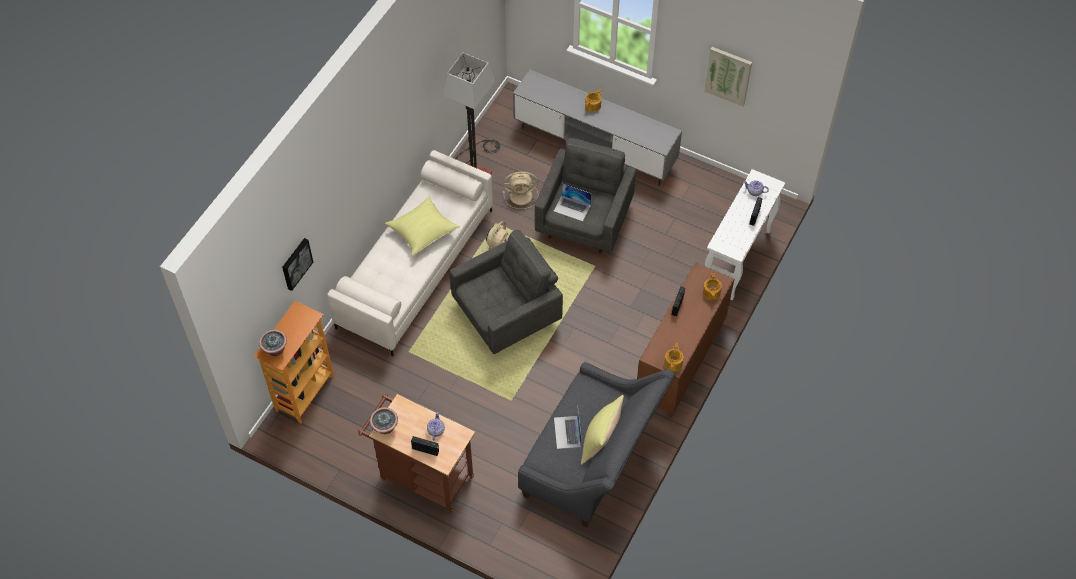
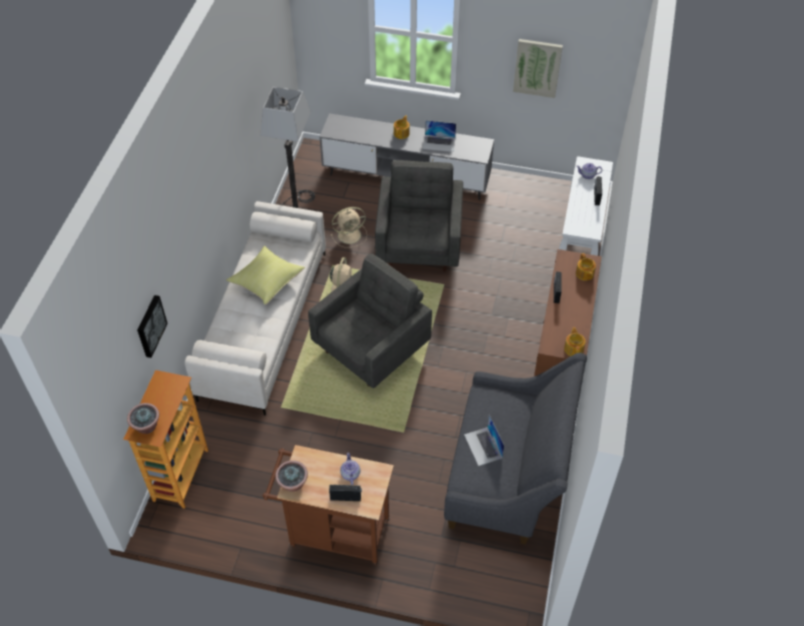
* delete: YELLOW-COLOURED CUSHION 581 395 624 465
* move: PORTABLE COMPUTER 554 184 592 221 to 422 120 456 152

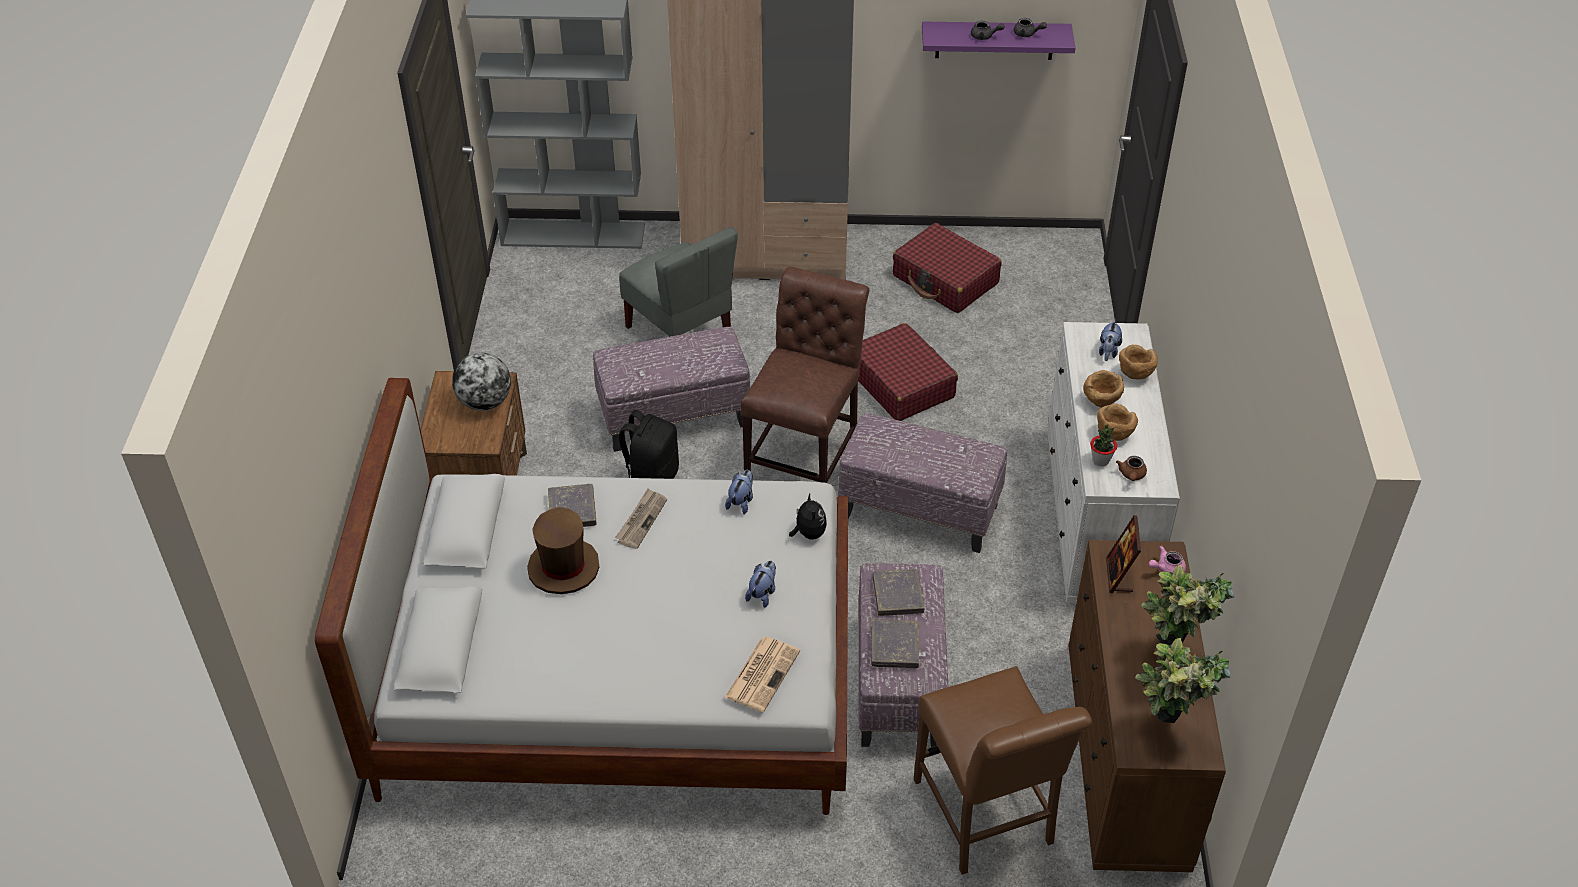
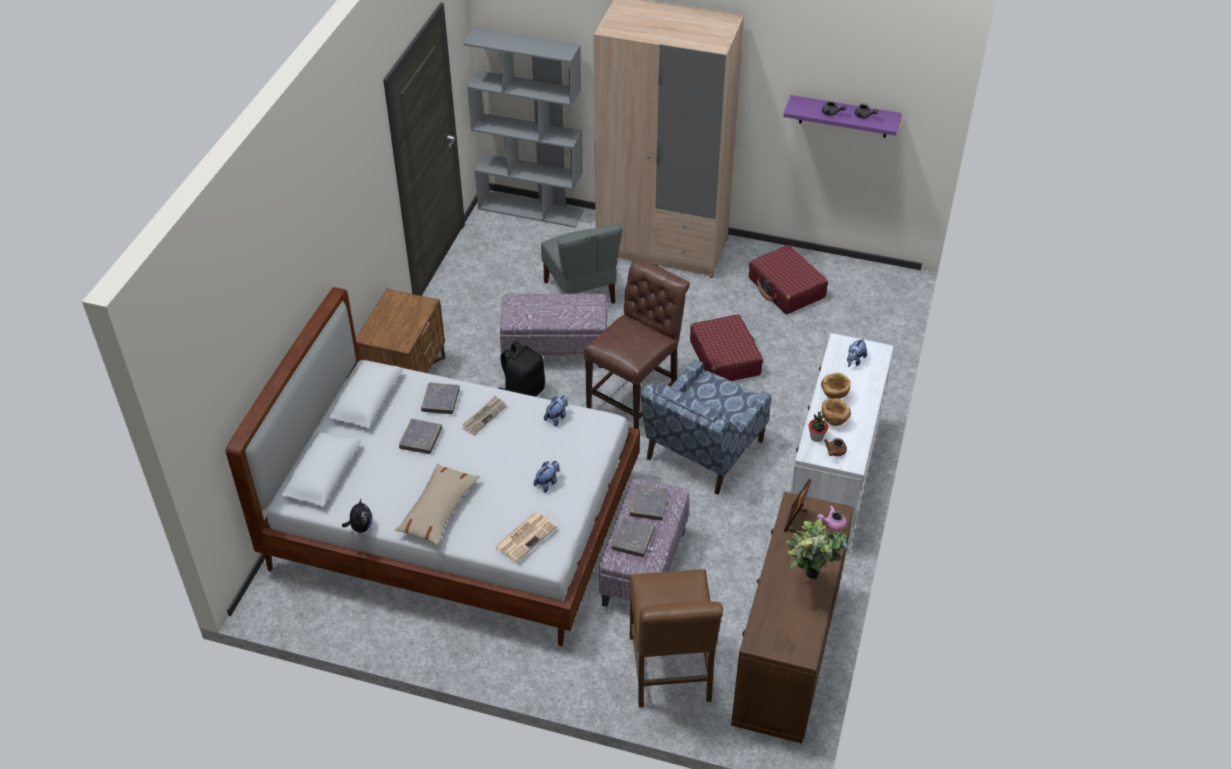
* delete: GLOBE 452 353 511 411
* delete: BROWN BOWL 1119 345 1158 380
* delete: HOUSEPLANT 1135 638 1231 723
* insert: BEIGE CUSHION 395 463 480 545
* move: PLUSH TOY 789 494 827 540 to 342 498 372 533
* replace: BROWN HAT 527 507 599 594 to GRAY BOUND BOOK 399 419 442 454
* replace: OTTOMAN 838 413 1007 553 to BLUISH LOUNGE CHAIR 641 359 771 495

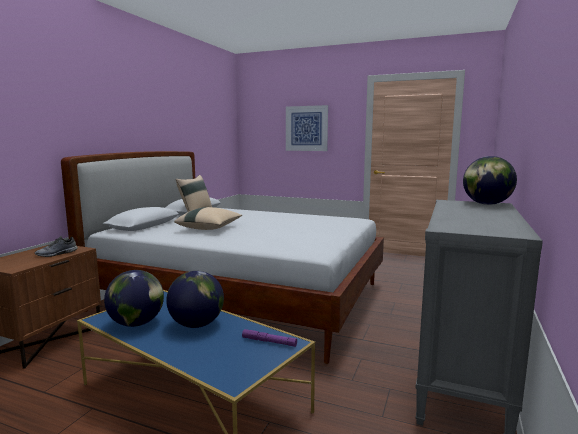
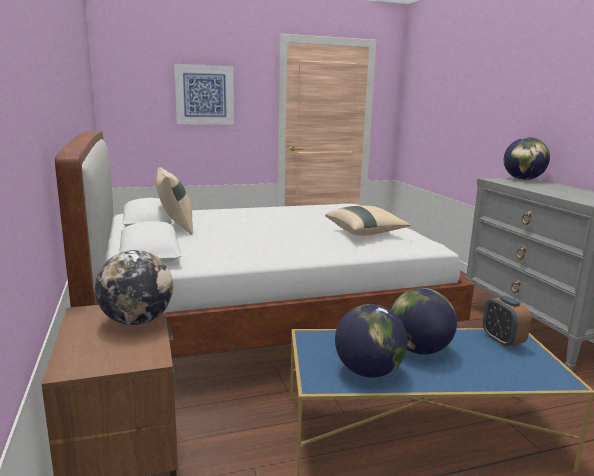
* move: BEIGE CUSHION 174 207 242 230 to 325 206 410 236
* replace: GRAY LOW SHOE 35 236 78 257 to GLOBE 95 250 173 325
* replace: PURPLISH HAND TORCH 242 329 297 347 to BEDSIDE CLOCK 483 296 531 347

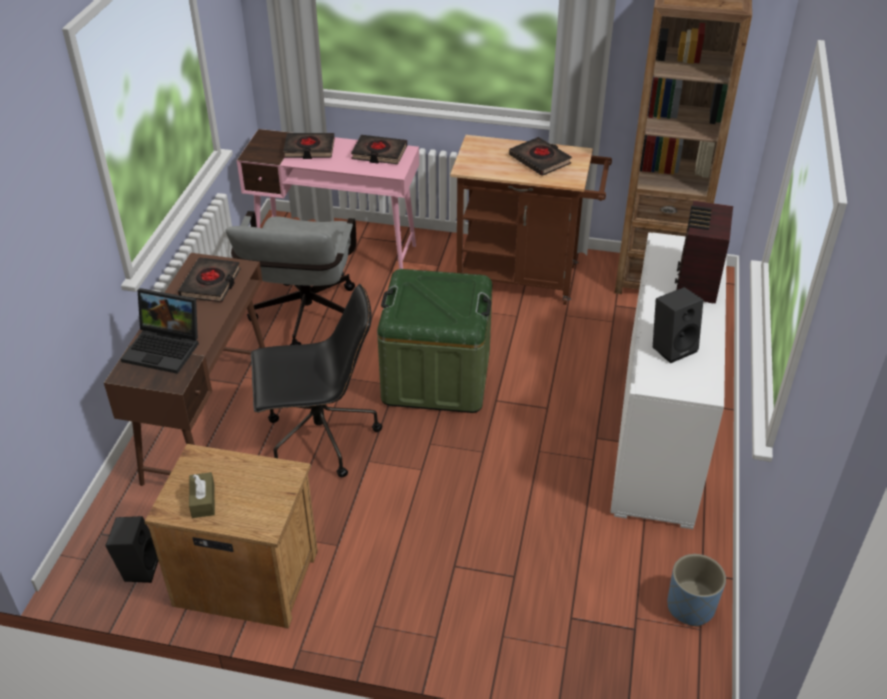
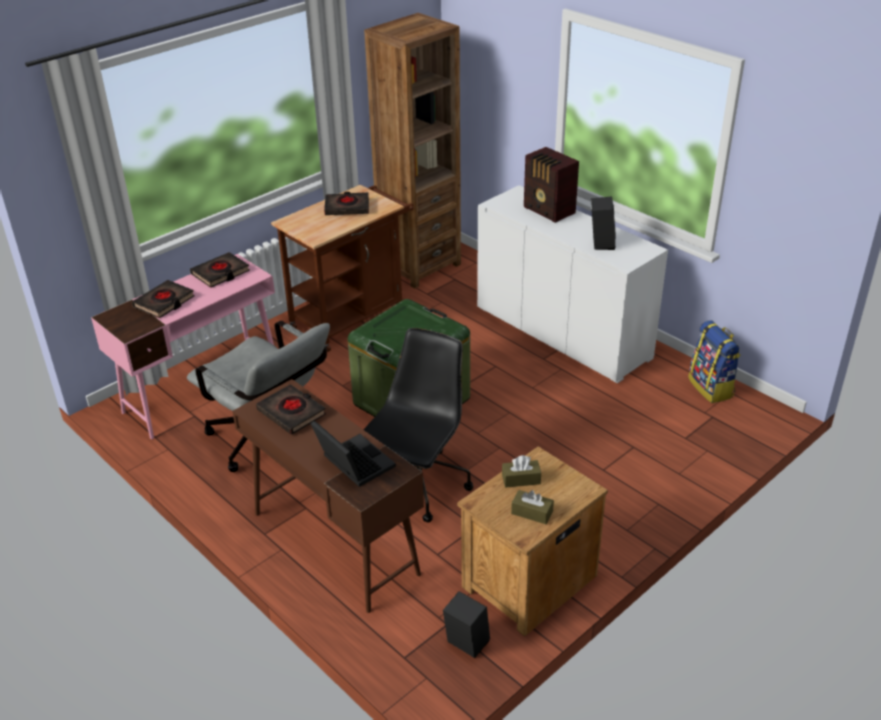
* insert: BROWN BOX OF TISSUES 502 455 541 488
* replace: BLUISH FLOWER POT 667 554 726 627 to RUCKSACK 688 320 740 403
* rotate: PORTABLE COMPUTER 121 288 199 374 = 311 420 396 487 90 degrees counterclockwise

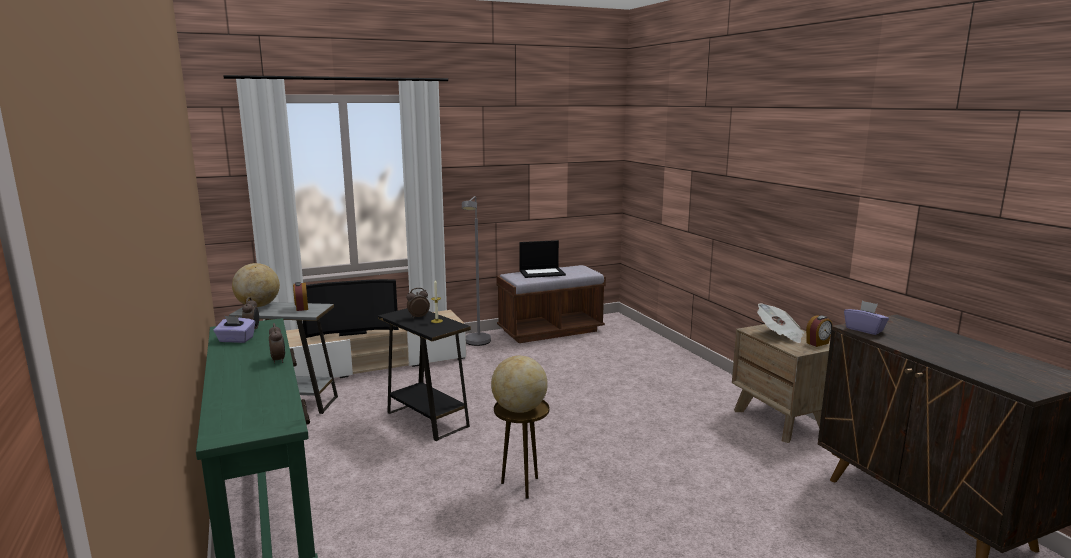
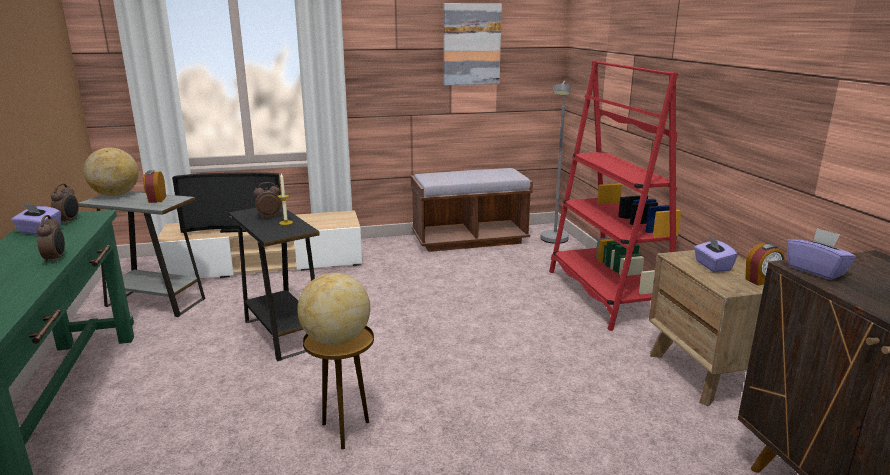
* delete: PORTABLE COMPUTER 519 240 566 278
* insert: WALL PICTURE 444 3 502 85
* insert: RED BOOKSHELF 549 60 681 331
* move: GRAY STANDING LAMP 462 196 491 346 to 540 81 571 244
* replace: NEWSPAPER 757 303 804 343 to PURPLISH BOX OF TISSUES 694 236 738 272

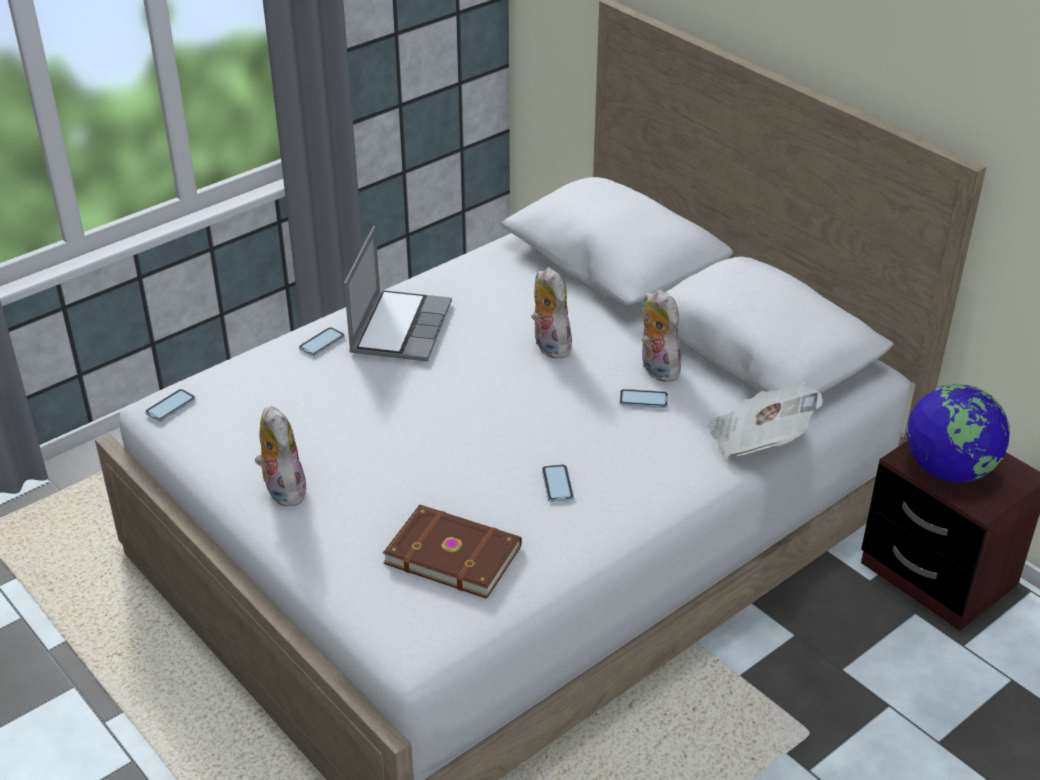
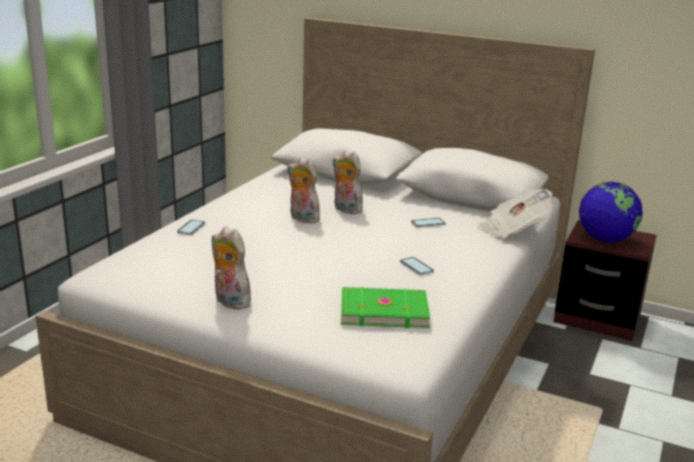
* delete: PHONE 145 389 195 422
* delete: PORTABLE COMPUTER 344 226 452 361
* move: PLUSH TOY 642 289 681 382 to 288 157 320 223
* recolor: BROWN BOUND BOOK 383 505 522 599 to GREEN-COLOURED BOUND BOOK 341 287 430 328

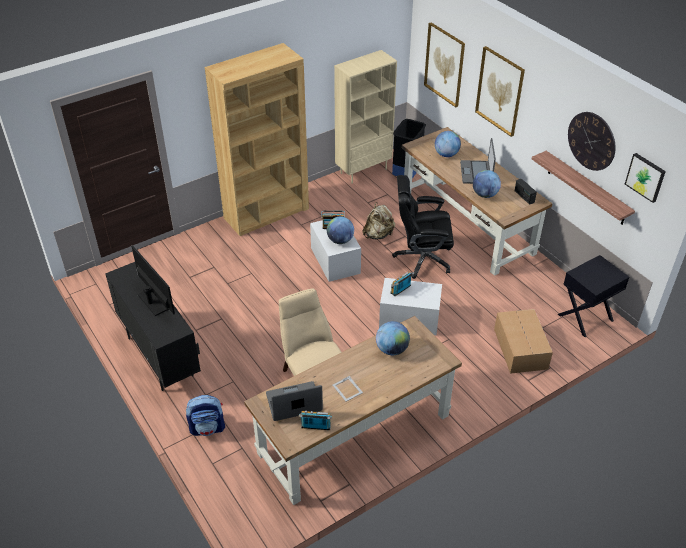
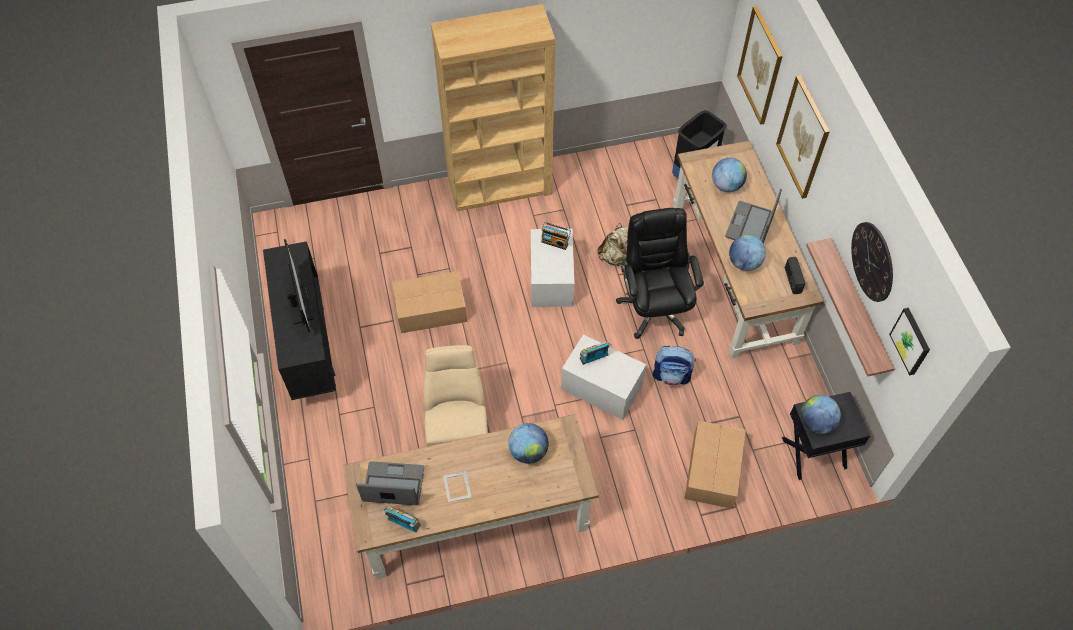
* delete: BEIGE BOOKSHELF 334 50 397 184
* insert: CARTON 392 271 467 333
* move: RUCKSACK 186 395 225 436 to 653 346 696 386
* move: GLOBE 327 217 354 244 to 801 395 841 434
* rotate: BLACK OFFICE CHAIR 392 175 454 279 = 616 208 704 339 60 degrees clockwise

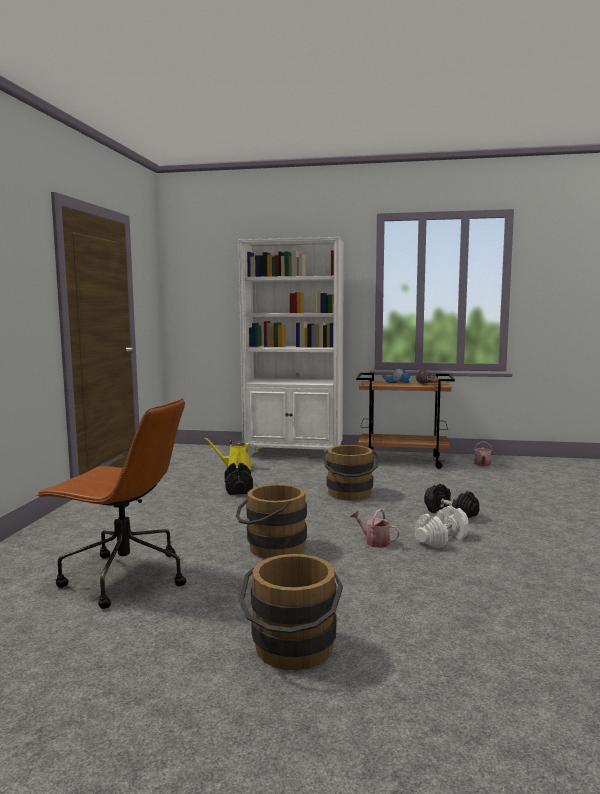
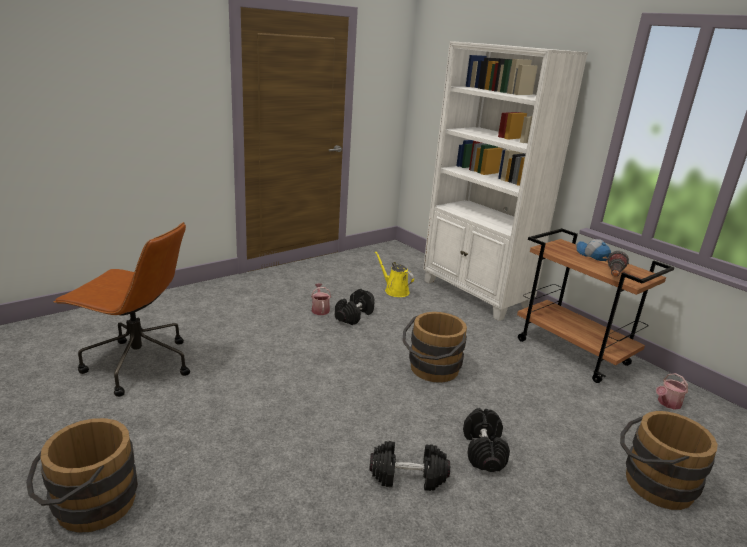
* move: BROWN WATER BUCKET 236 484 307 559 to 620 411 718 510
* move: WATERING CAN 350 509 400 548 to 311 283 331 315
* recolor: WHITE FREE WEIGHT 415 505 468 549 to BLACK FREE WEIGHT 369 441 450 491
* rotate: BROWN OFFICE CHAIR 36 398 186 609 = 53 222 190 397 45 degrees counterclockwise

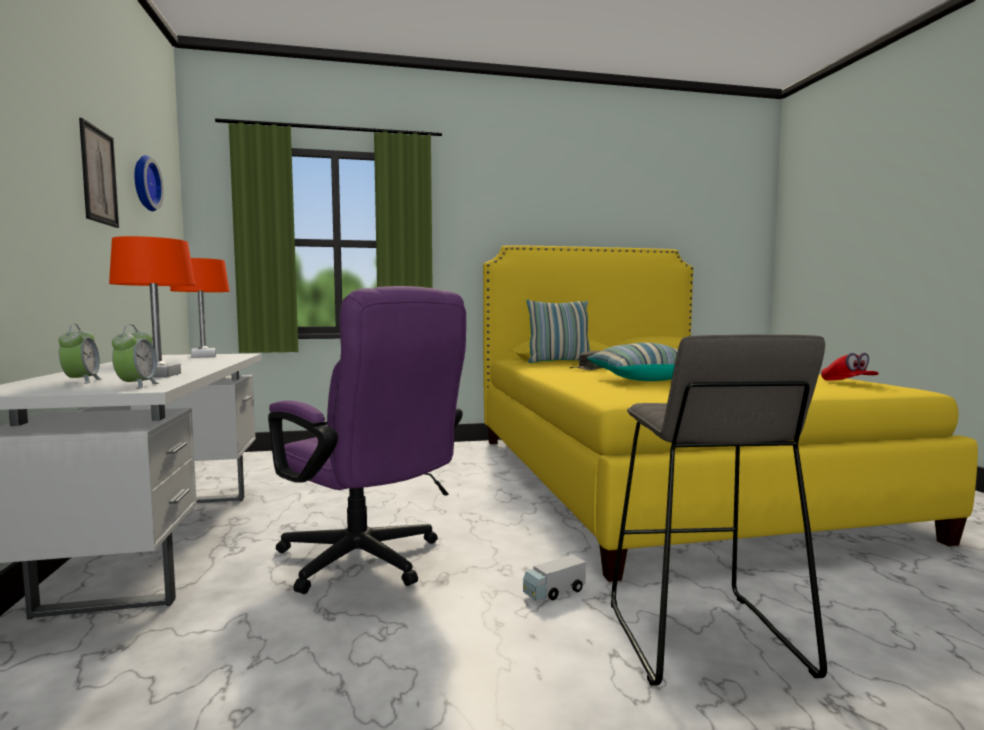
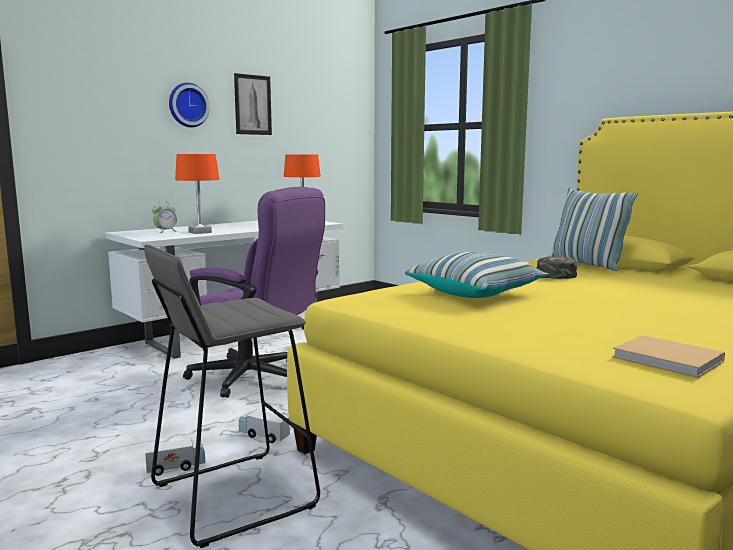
* delete: BEDSIDE CLOCK 112 325 159 389
* insert: MODEL TRUCK 145 438 205 476
* move: HANGING CLOCK 134 155 164 211 to 169 83 210 127
* replace: RED BASEBALL CAP 821 353 879 381 to BEIGE BOUND BOOK 612 335 725 378
* rotate: PURPLISH OFFICE CHAIR 268 286 466 594 = 183 187 325 398 75 degrees counterclockwise

